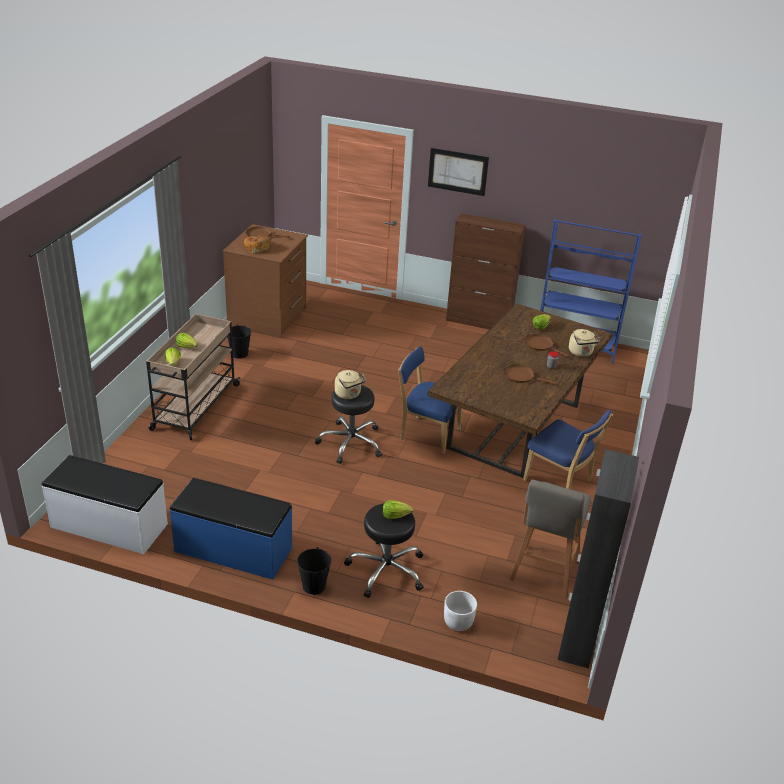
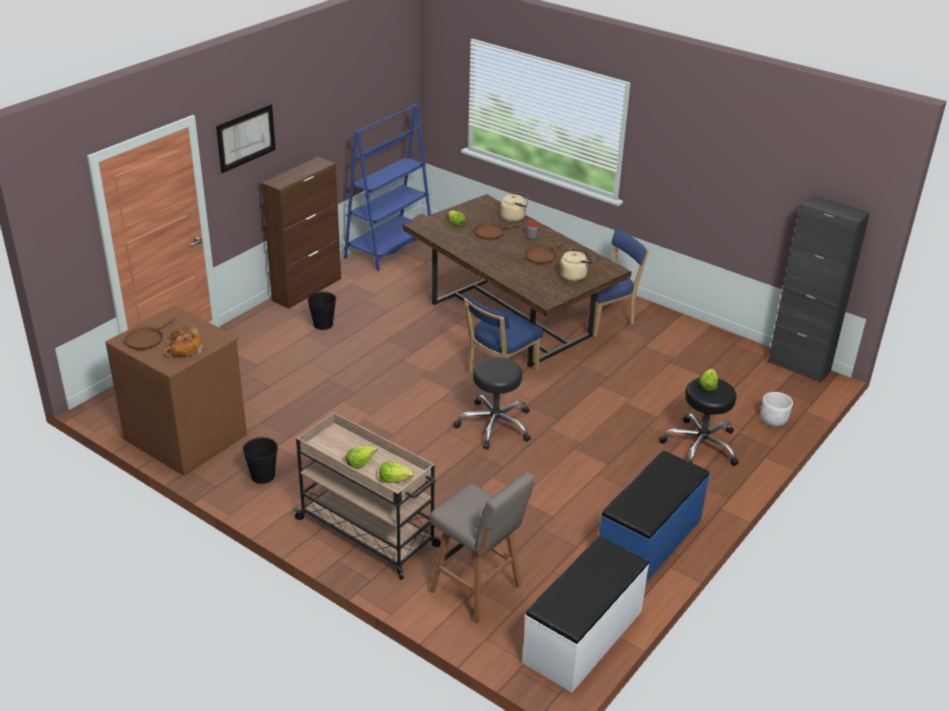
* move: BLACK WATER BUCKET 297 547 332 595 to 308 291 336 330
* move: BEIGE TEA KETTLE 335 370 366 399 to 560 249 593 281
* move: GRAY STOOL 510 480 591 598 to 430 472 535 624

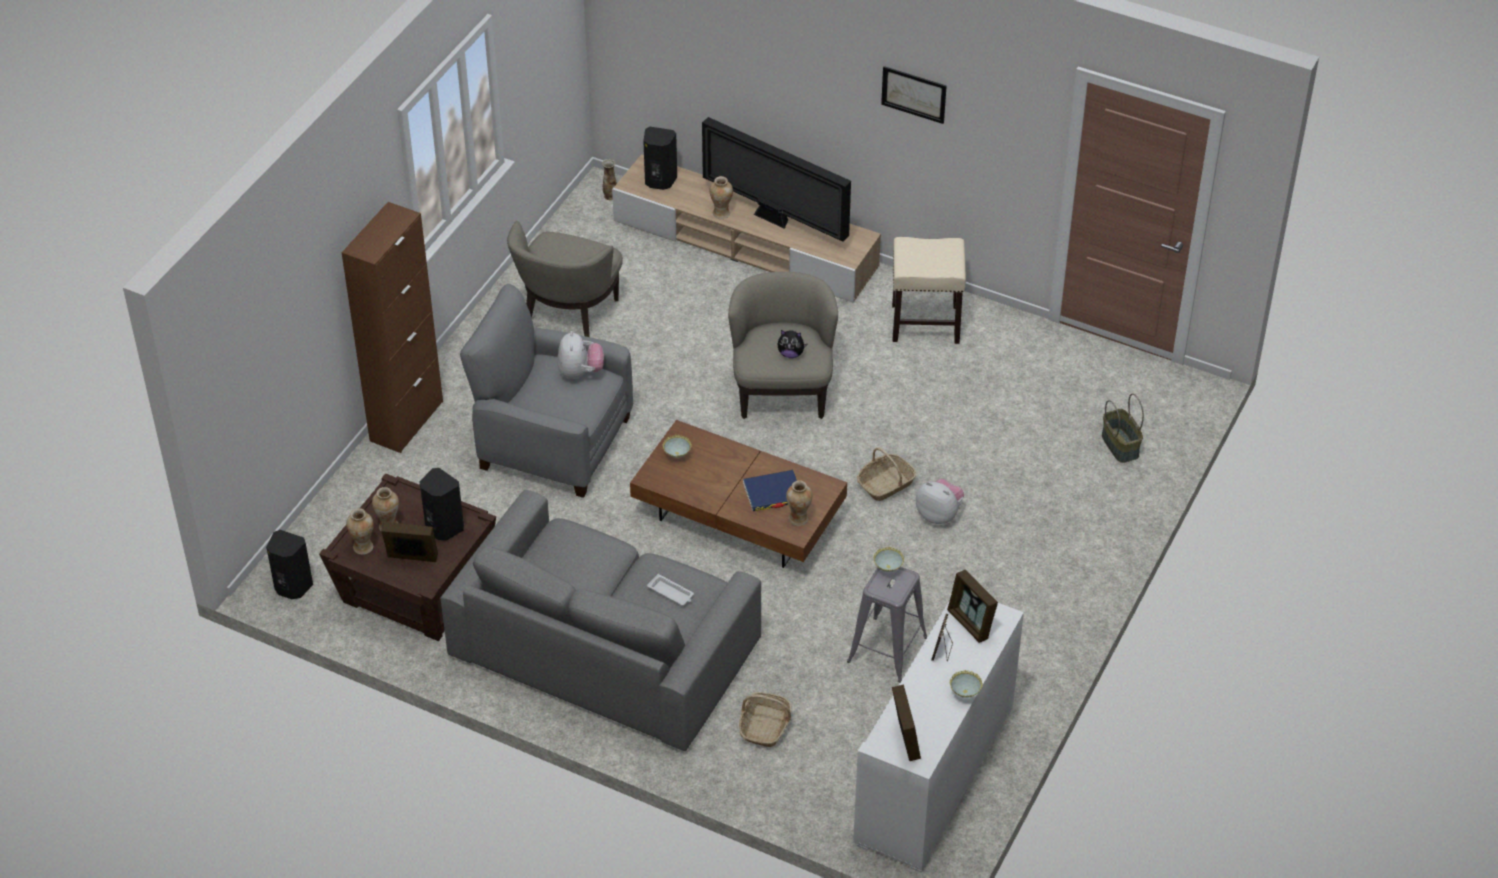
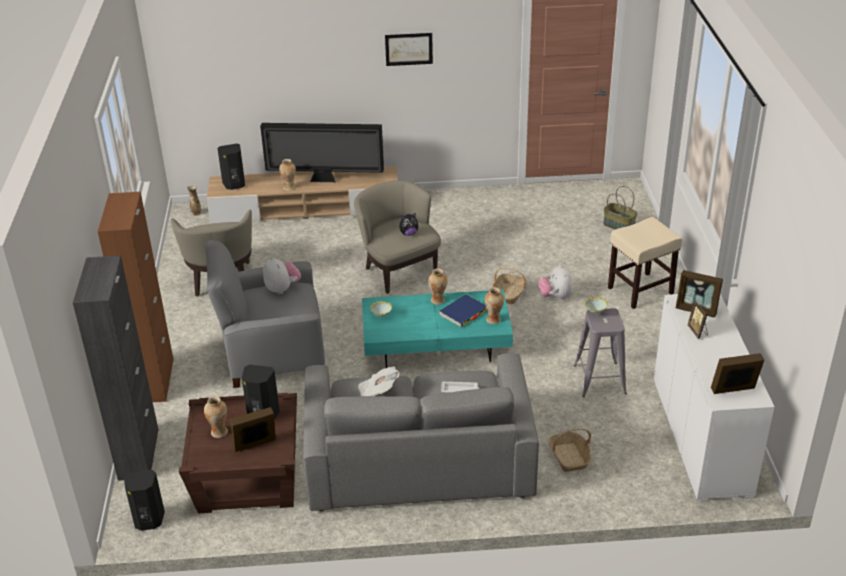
* delete: BOWL 950 670 983 698
* insert: BLACK CUPBOARD 73 256 159 481
* insert: NEWSPAPER 358 366 399 396
* move: DECORATIVE VASE 346 508 373 555 to 428 268 448 305
* move: BEIGE STOOL 892 237 966 344 to 608 217 682 309
* recolor: BROWN LOW TABLE 630 420 847 568 to BLUE-GREEN LOW TABLE 362 290 513 368
* rotate: STANDING FRAME 892 685 921 761 = 711 353 764 394 60 degrees counterclockwise
* rotate: PLUSH TOY 916 479 964 524 = 538 265 573 300 105 degrees counterclockwise

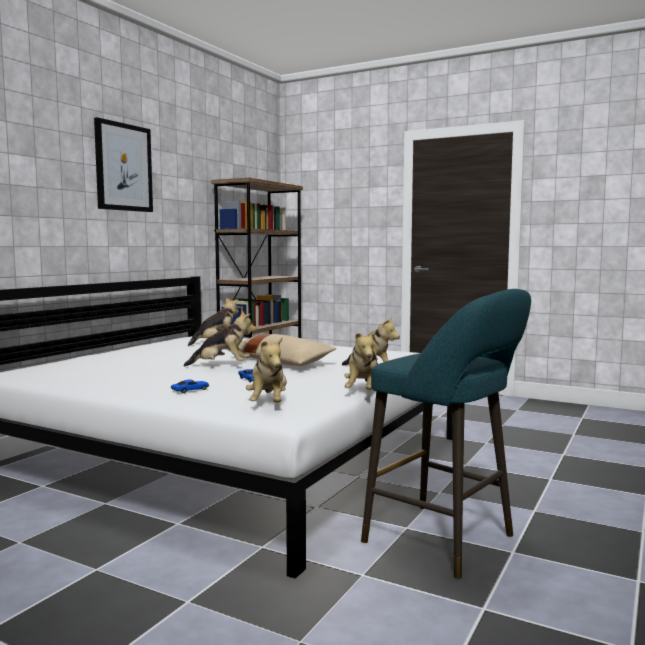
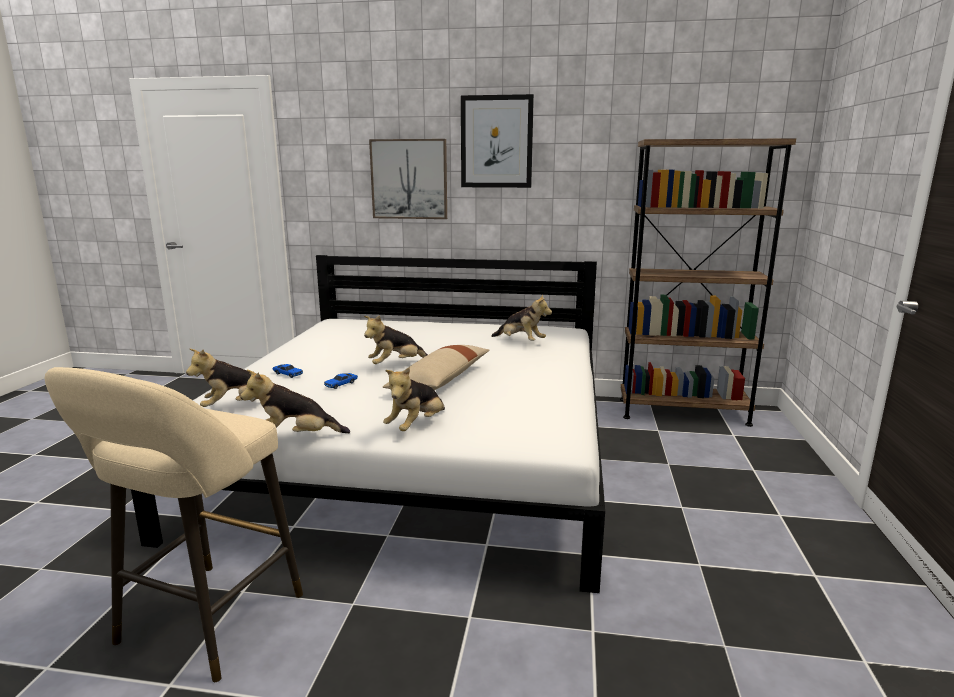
* insert: WALL PICTURE 369 139 447 219
* recolor: BLUE-GREEN STOOL 361 289 531 579 to BEIGE STOOL 45 367 303 682
* rotate: PLUSH TOY 183 311 256 366 = 364 315 428 364 75 degrees clockwise

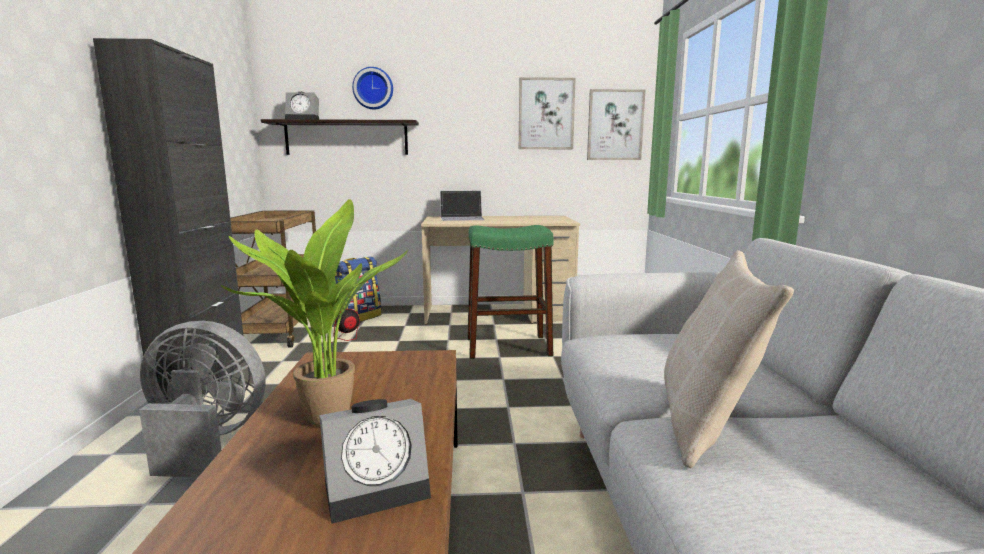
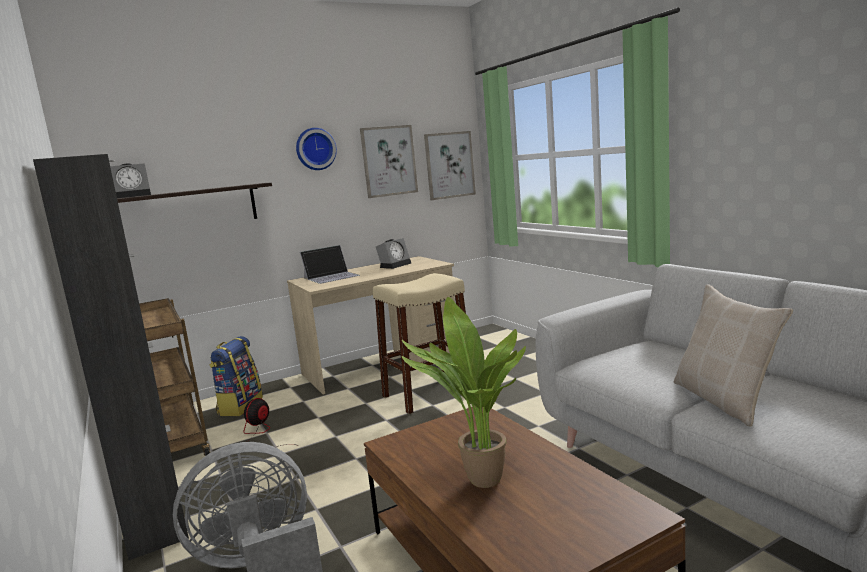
* move: BEDSIDE CLOCK 319 399 431 524 to 376 238 411 269
* move: HANGING CLOCK 352 67 393 109 to 296 128 337 170
* recolor: GREEN-COLOURED STOOL 467 225 554 359 to BEIGE STOOL 373 273 466 414

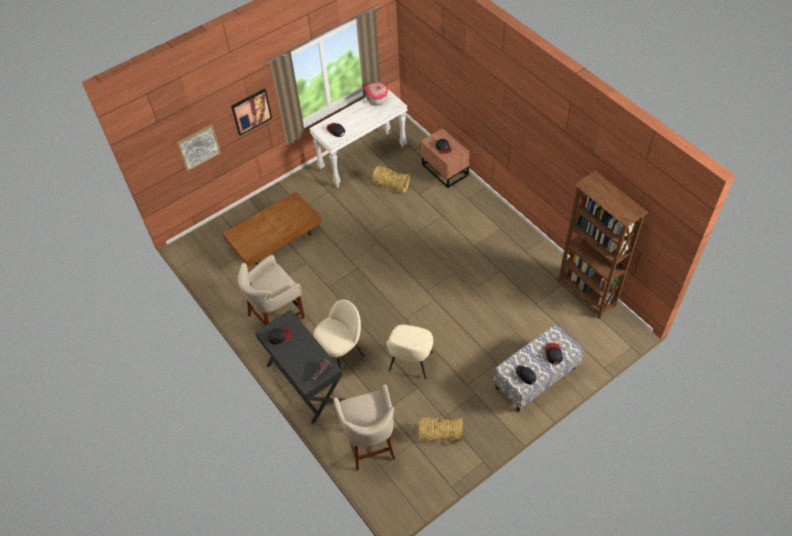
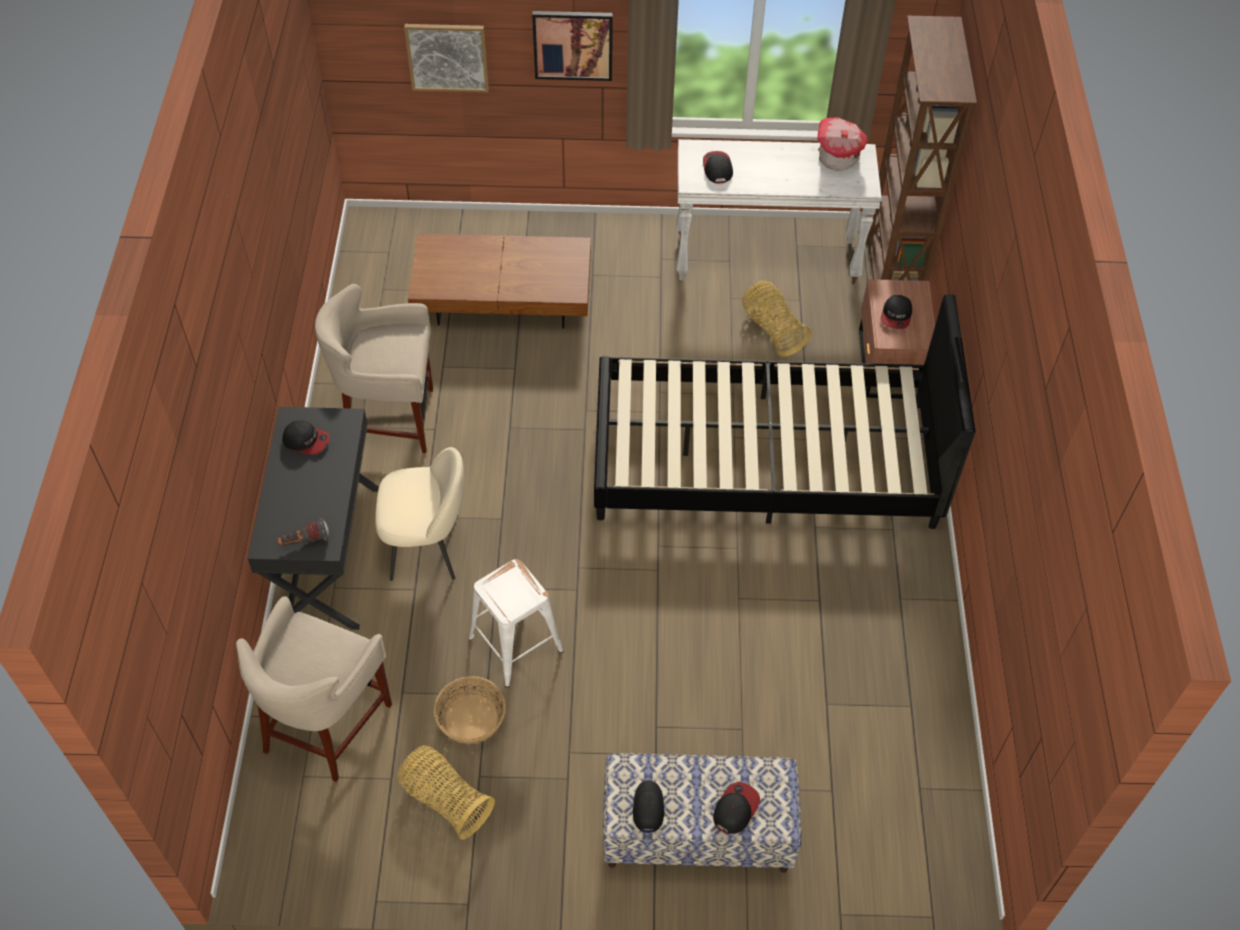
* insert: BASKET 434 676 506 744
* insert: BLACK SLEEPING BED 594 294 975 529
* move: BROWN BOOKSHELF 558 171 648 319 to 866 16 977 281
* replace: BEIGE UPRIGHT CHAIR 386 325 433 379 to WHITE STOOL 469 559 564 687

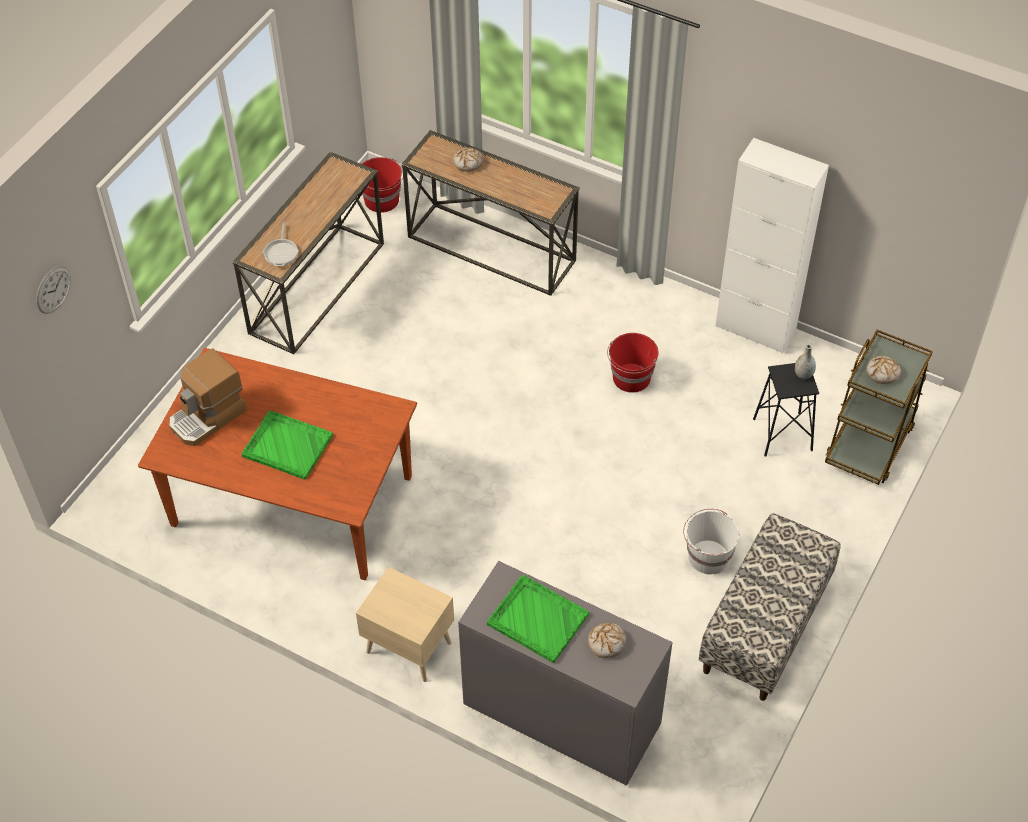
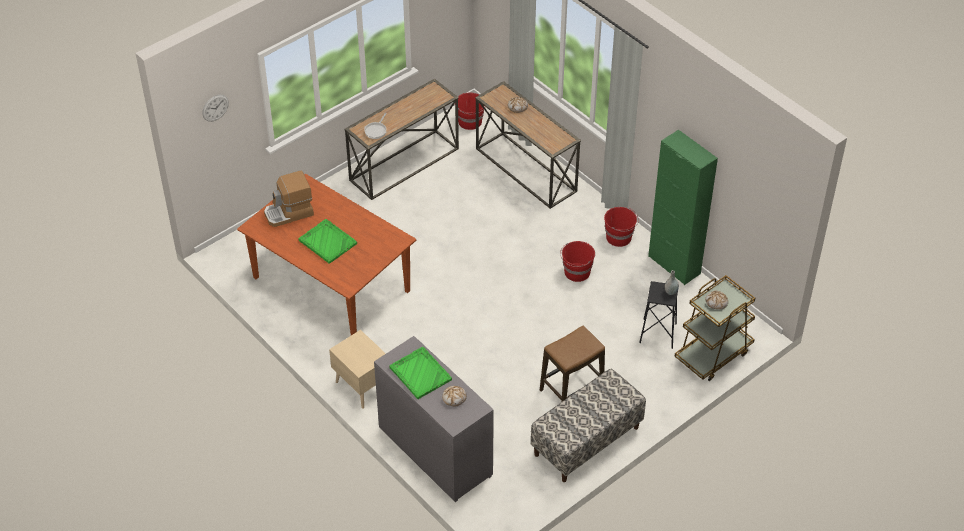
* insert: RED WATER BUCKET 604 207 639 247
* replace: WHITE WATER BUCKET 683 509 740 574 to STOOL 540 326 605 401
* recolor: WHITE CUPBOARD 715 138 829 354 to GREEN-COLOURED CUPBOARD 648 130 718 285

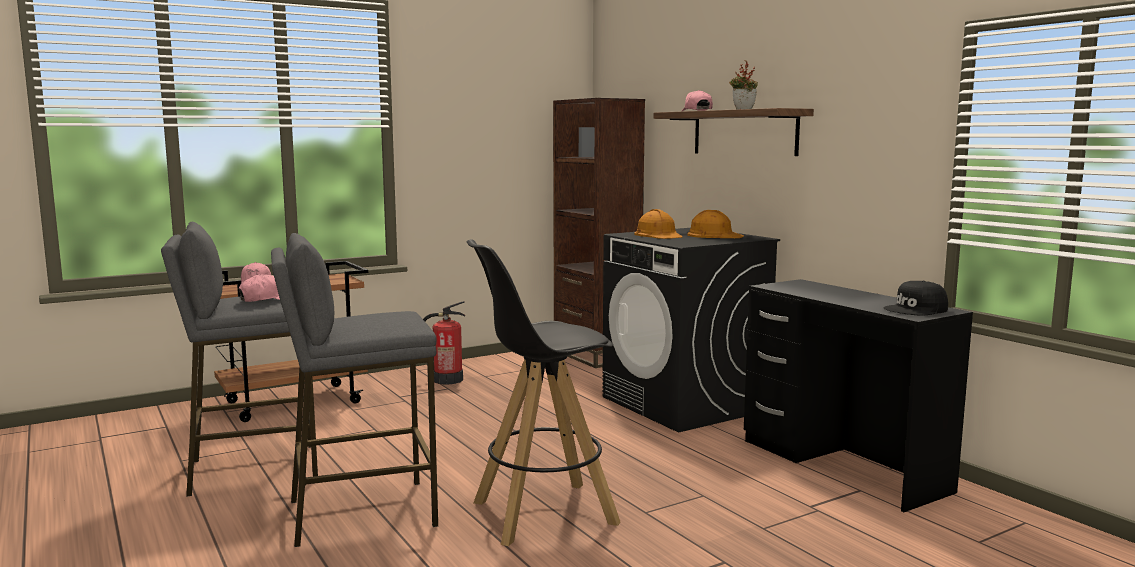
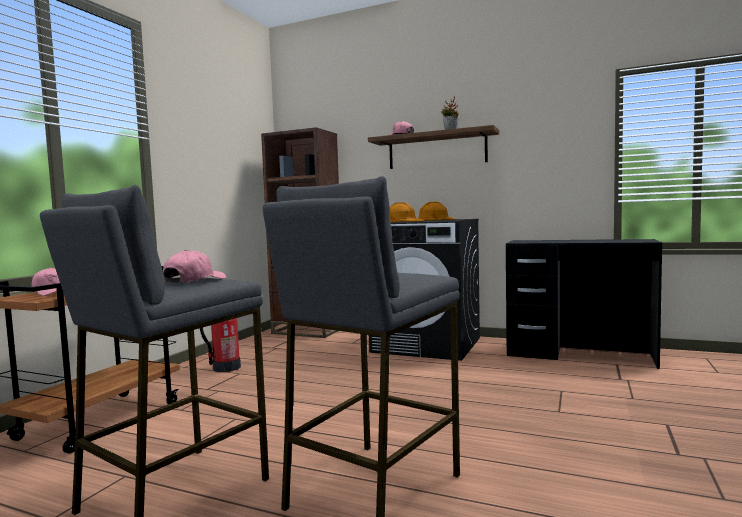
* delete: BLACK STOOL 467 239 621 546
* delete: BLACK BASEBALL CAP 884 281 948 316

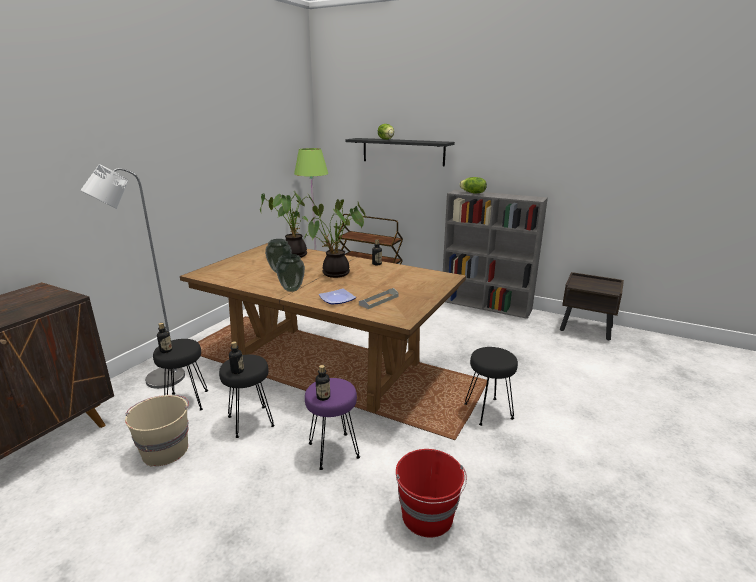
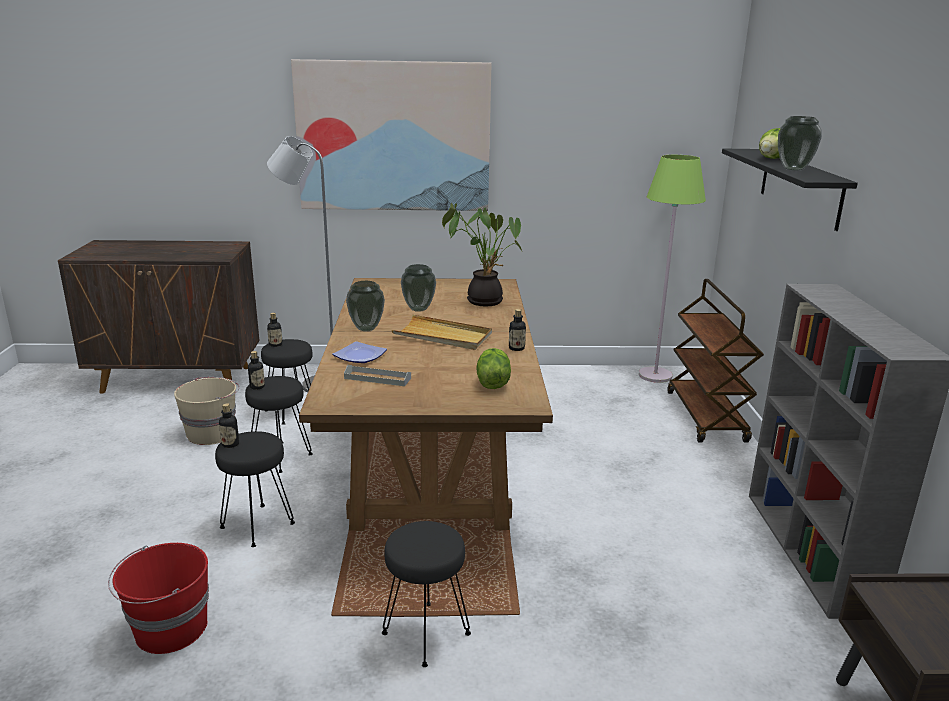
* insert: WALL PICTURE 291 59 491 211
* insert: DECORATIVE VASE 778 116 822 171
* move: LETTUCE HEAD 459 177 487 194 to 476 348 511 389
* replace: HOUSEPLANT 304 199 366 278 to BEIGE CARRYING TRAY 392 315 492 350
* recolor: PURPLISH STOOL 305 378 360 470 to BLACK STOOL 215 431 295 547

